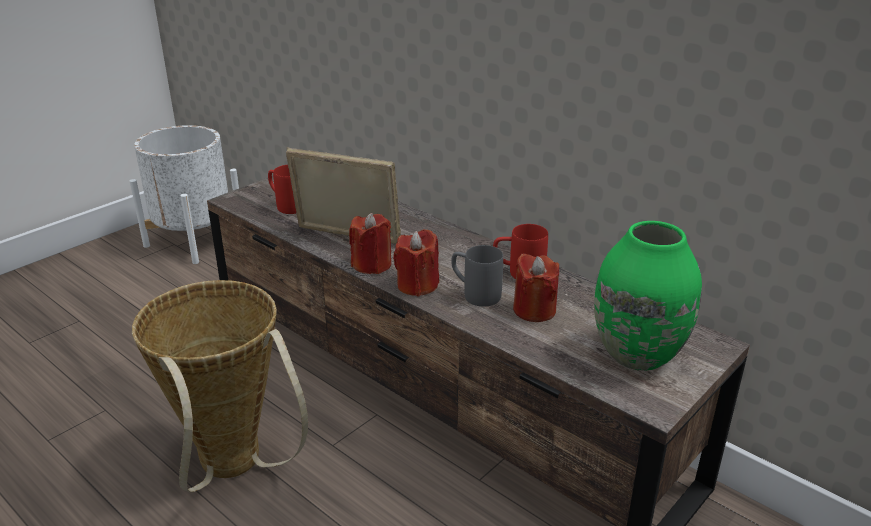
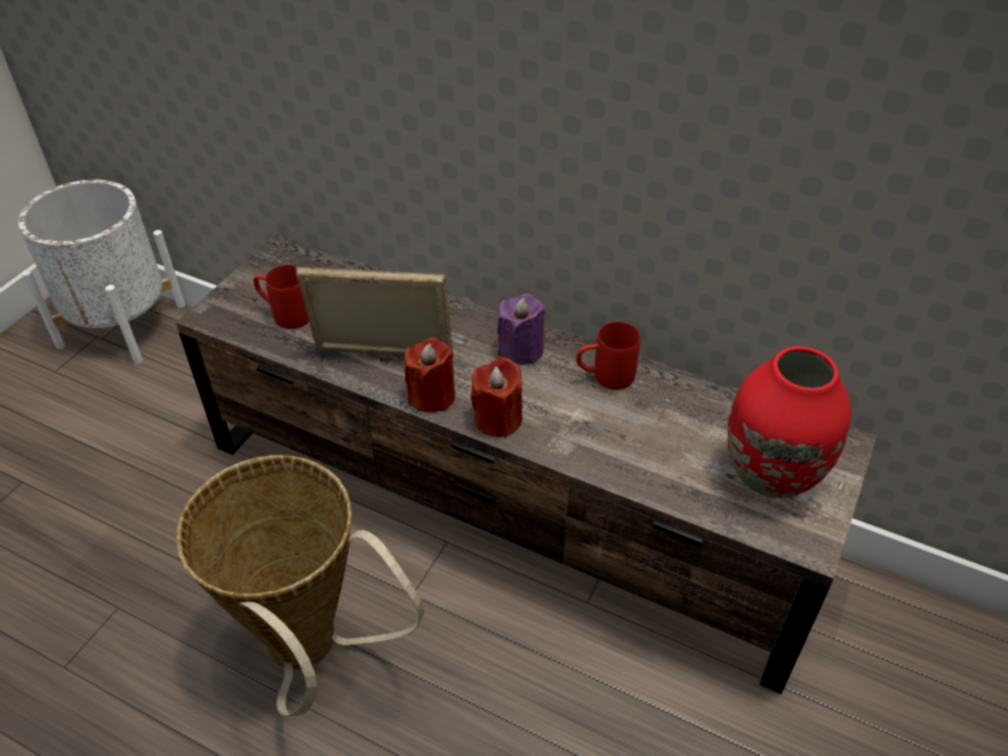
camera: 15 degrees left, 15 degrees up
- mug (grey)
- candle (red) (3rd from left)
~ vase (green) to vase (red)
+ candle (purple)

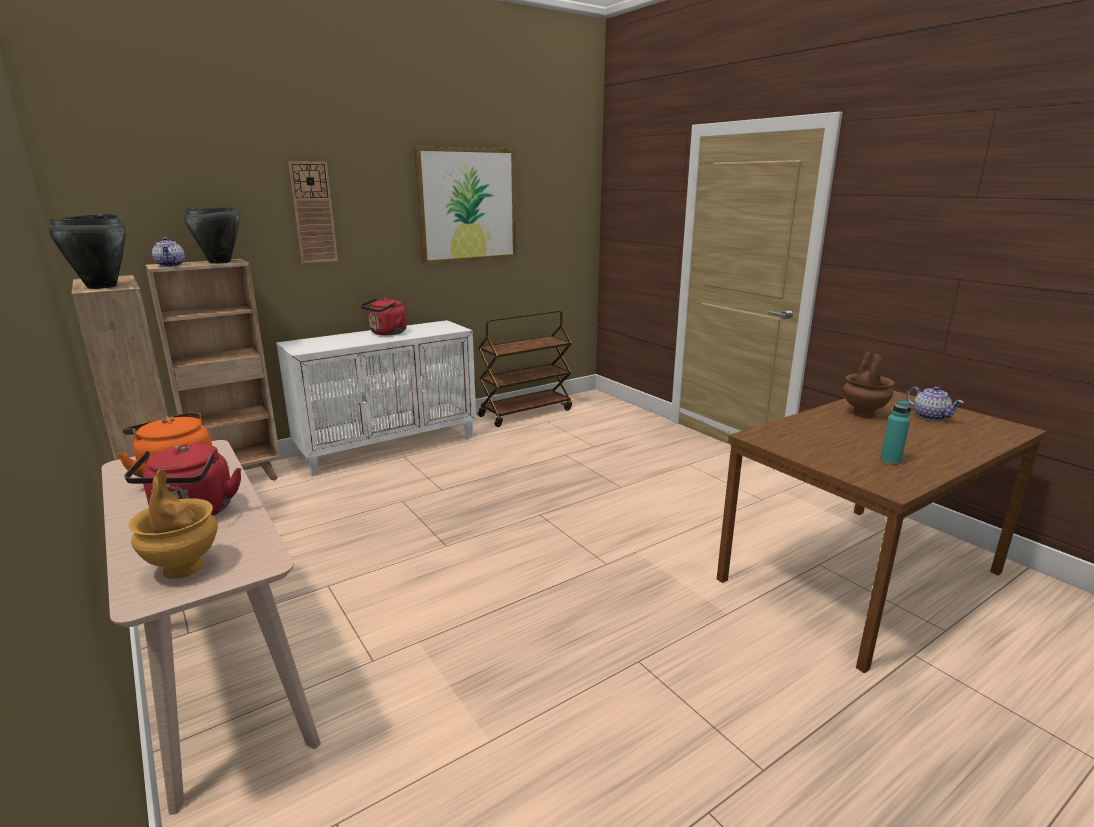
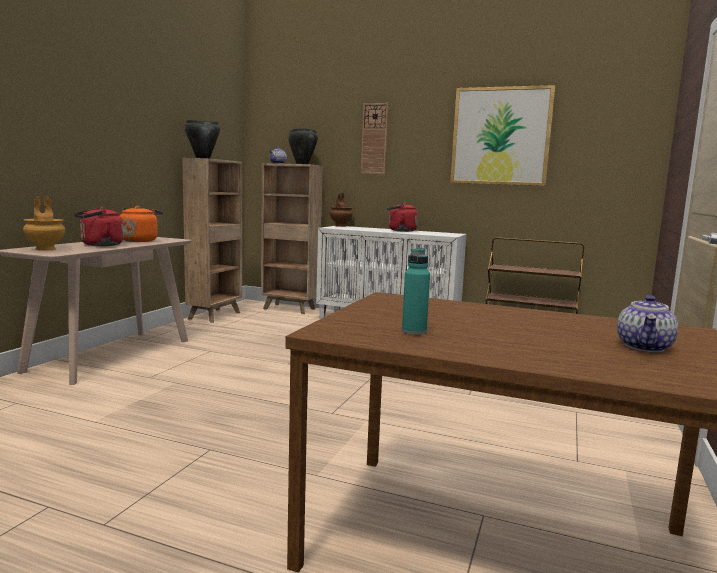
camera: 55 degrees right, 10 degrees down
~ vase (brown) (2nd from left)

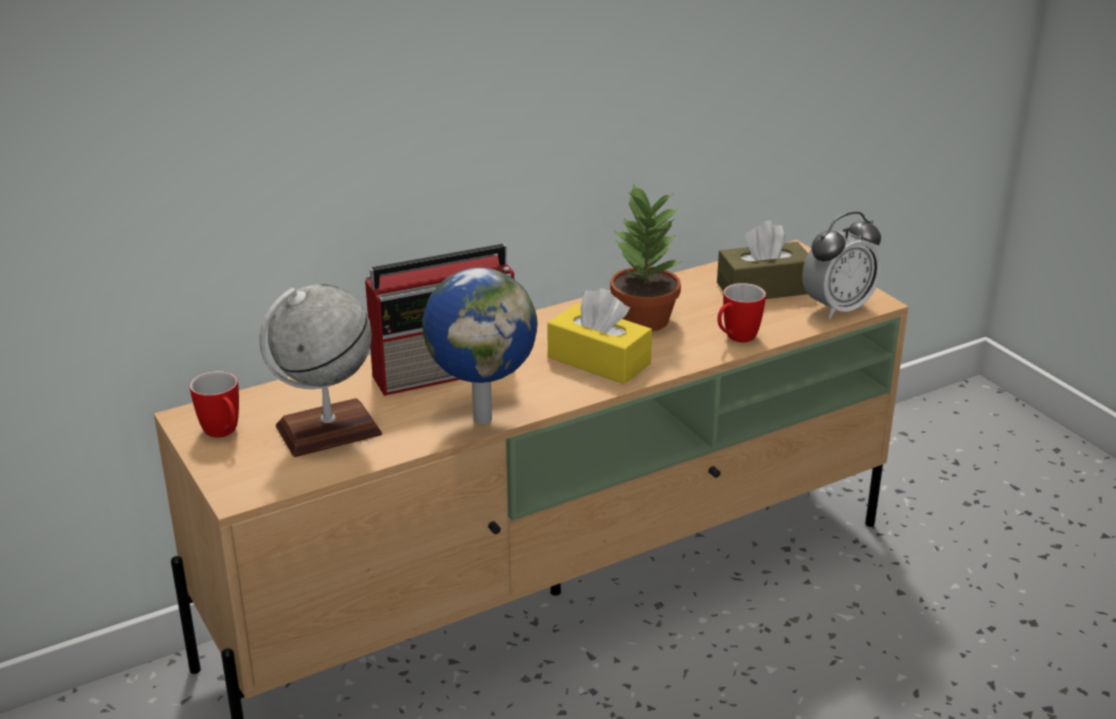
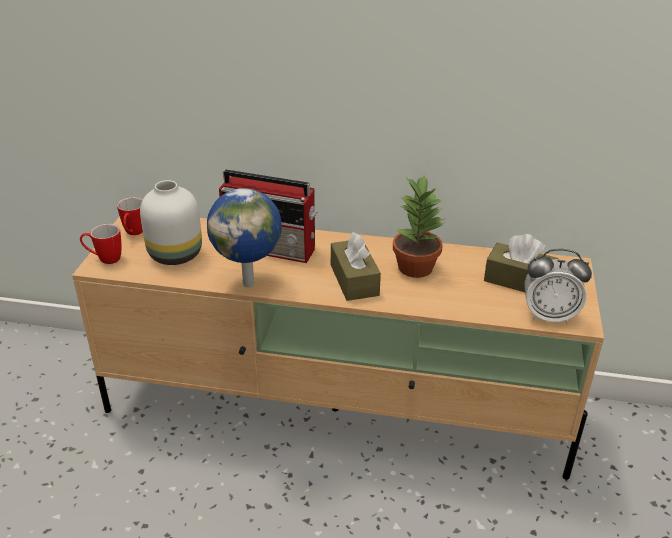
camera: 40 degrees right, 5 degrees up
~ globe (1st from left) to vase (white)
~ tissue box (yellow) to tissue box (brown) (1st from left)
~ mug (2nd from left in the first image) to mug (1st from left)

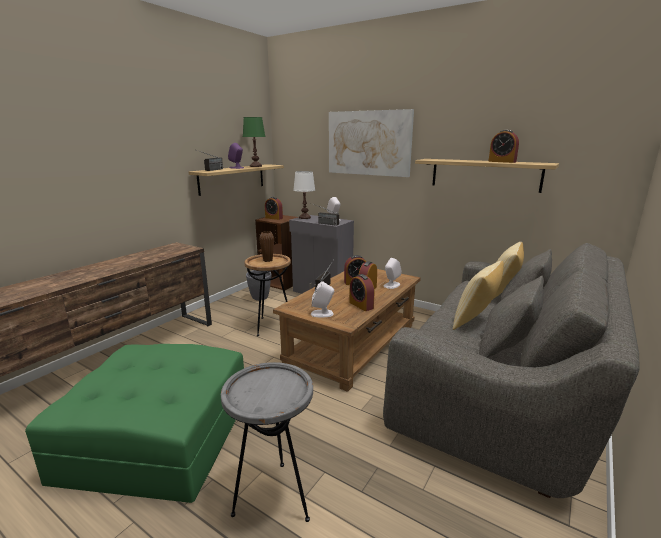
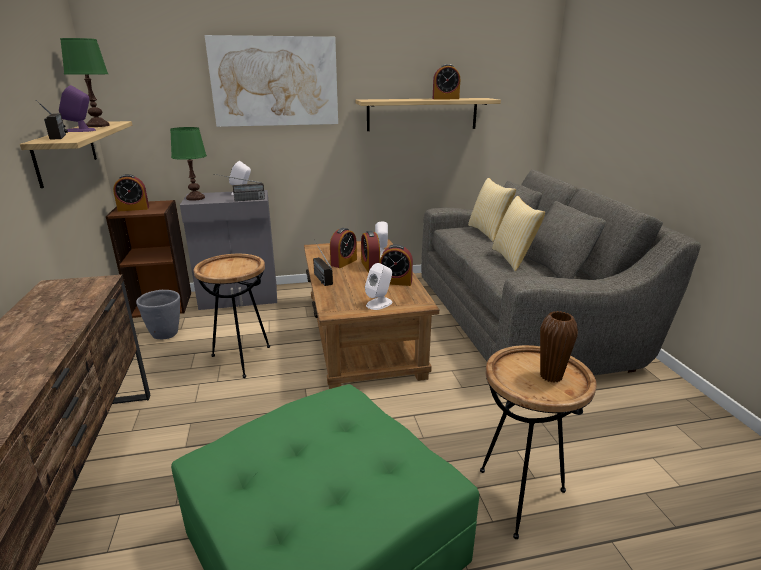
camera: 45 degrees left, 5 degrees up
~ side table (grey) to side table (brown) (2nd from left)
~ vase (brown)
~ table lamp (white) to table lamp (green) (2nd from left)

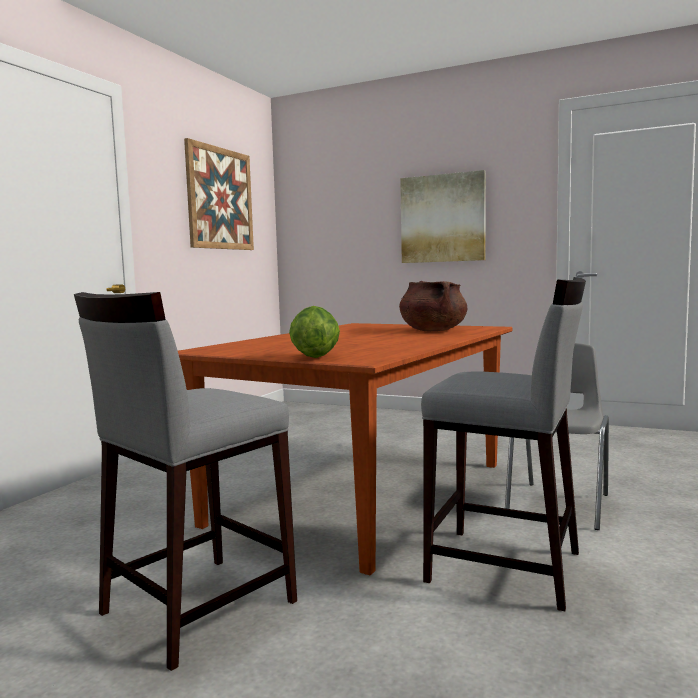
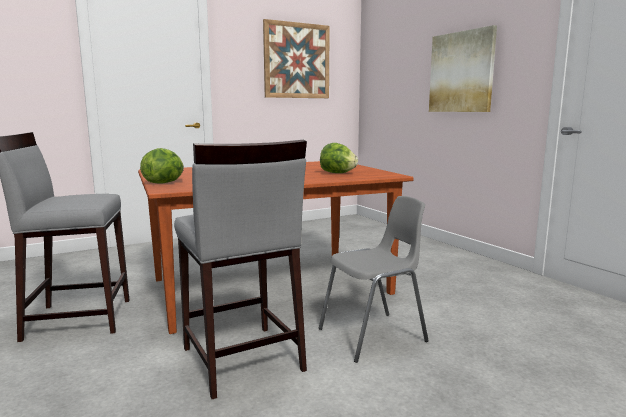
camera: 35 degrees right, 5 degrees up
~ cooking pot (brown) to lettuce (2nd from left)

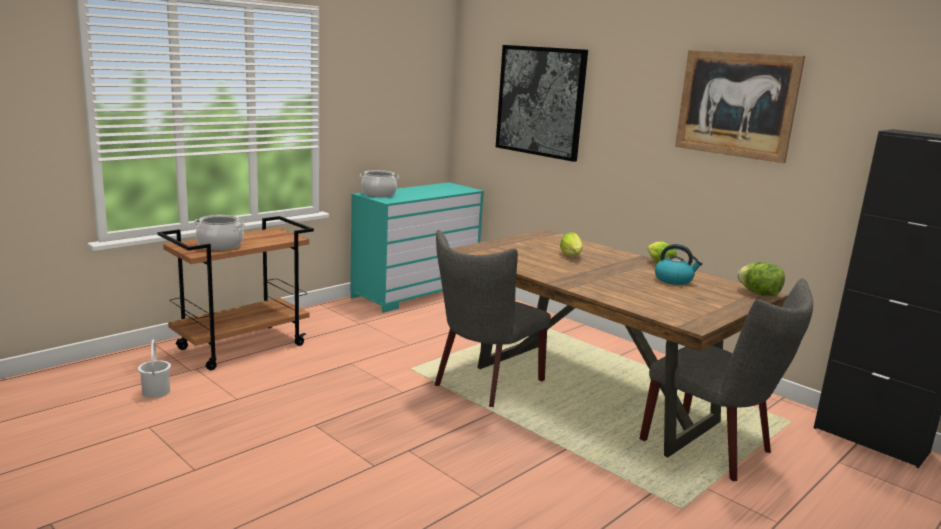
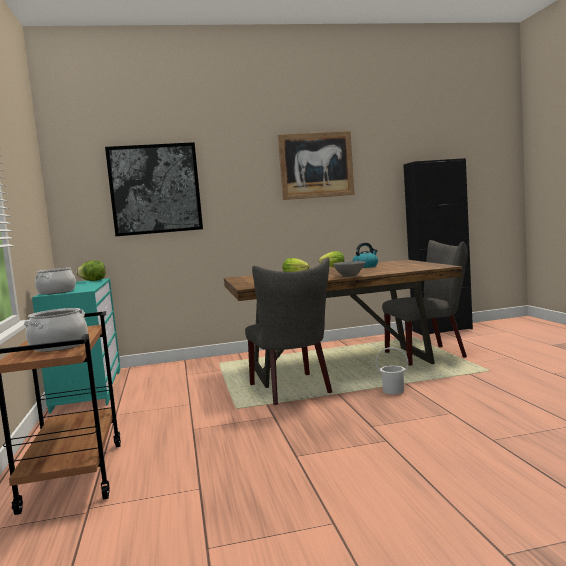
camera: 55 degrees left, 10 degrees down
~ bucket (white)
~ lettuce (3rd from left in the first image) to lettuce (1st from left)
+ bowl (grey)

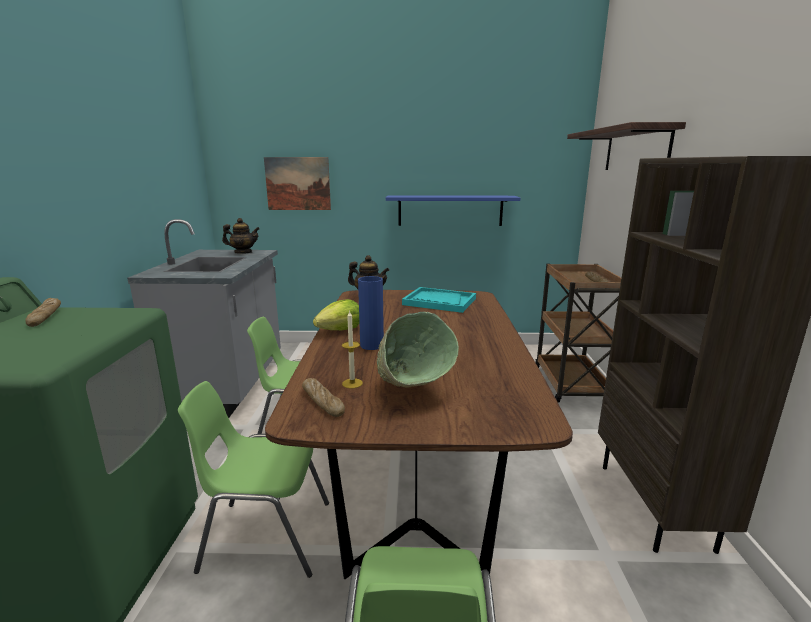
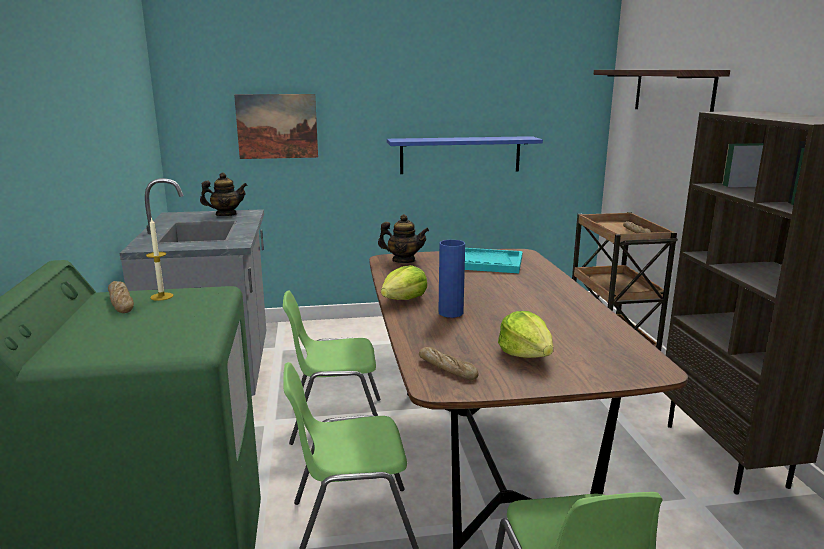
camera: 10 degrees left, 0 degrees up
~ candle
~ bowl (green) to lettuce (2nd from left)

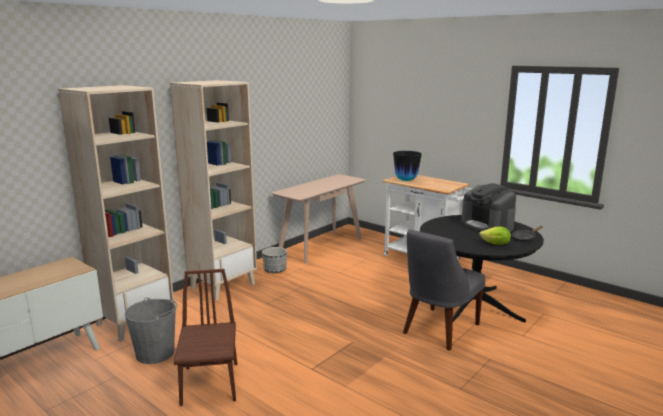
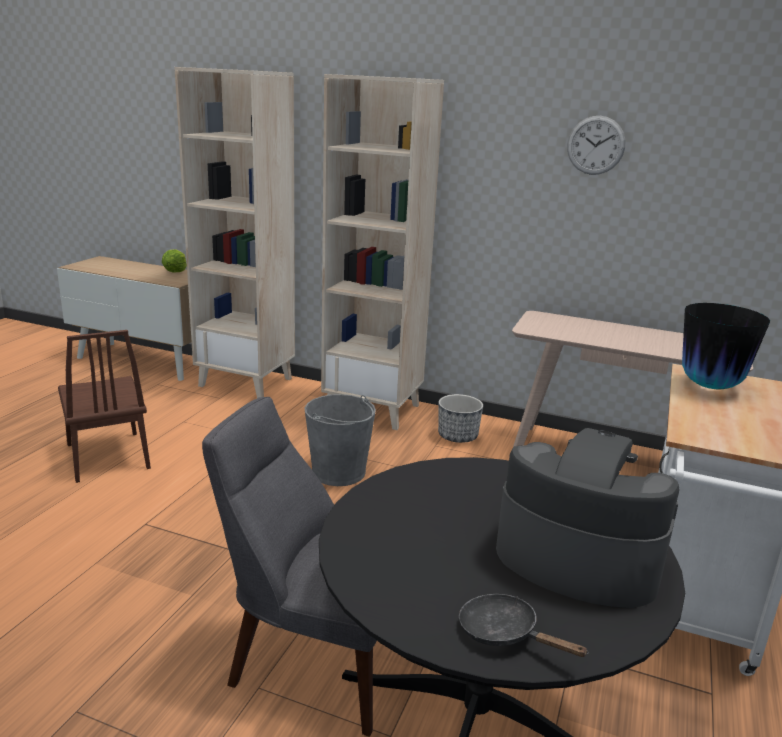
camera: 70 degrees right, 5 degrees up
~ bucket (grey)
~ chair (brown) 90 degrees clockwise
~ coffee machine 75 degrees clockwise
~ lettuce
+ wall clock

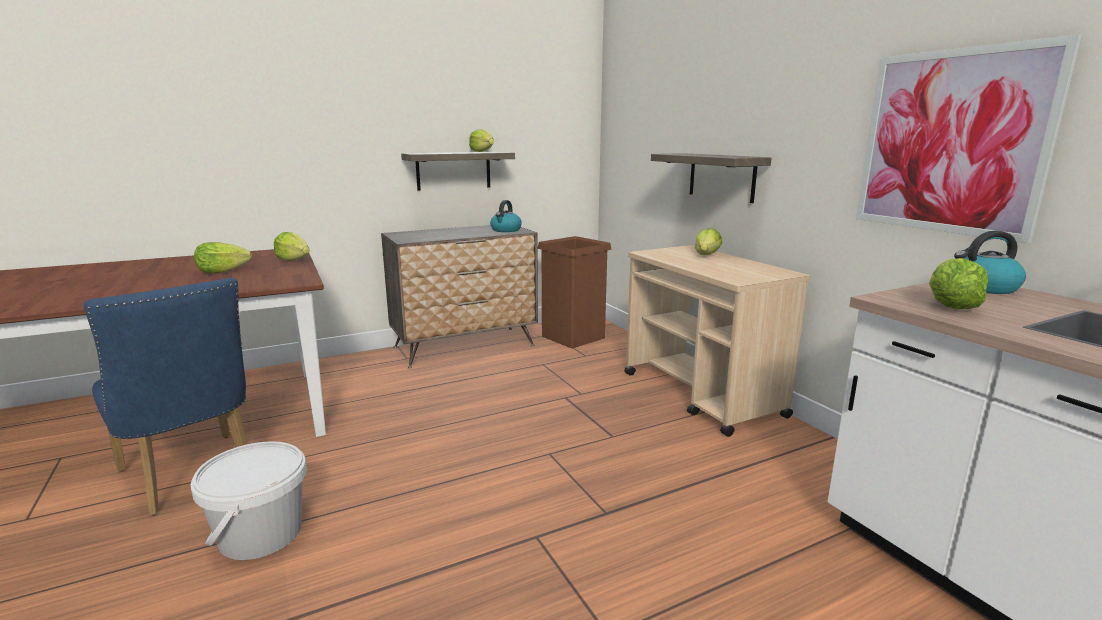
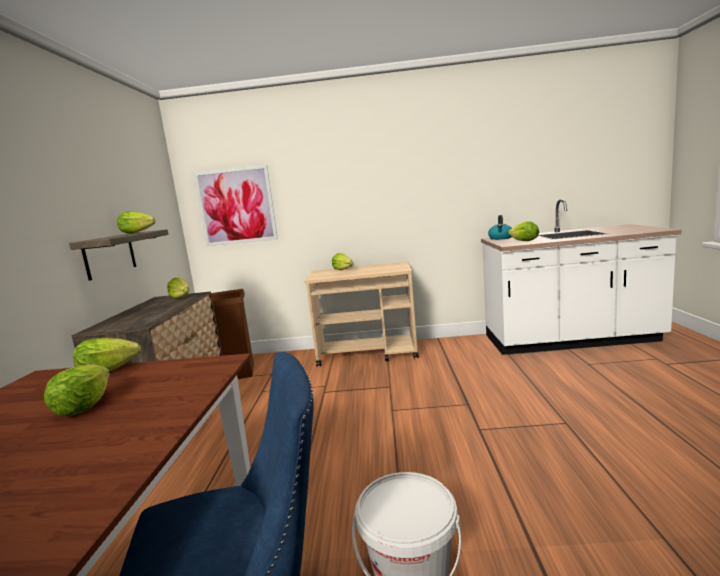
camera: 60 degrees left, 5 degrees down
~ kettle (1st from left) to lettuce (4th from left)
- shelf (2nd from left)
~ picture

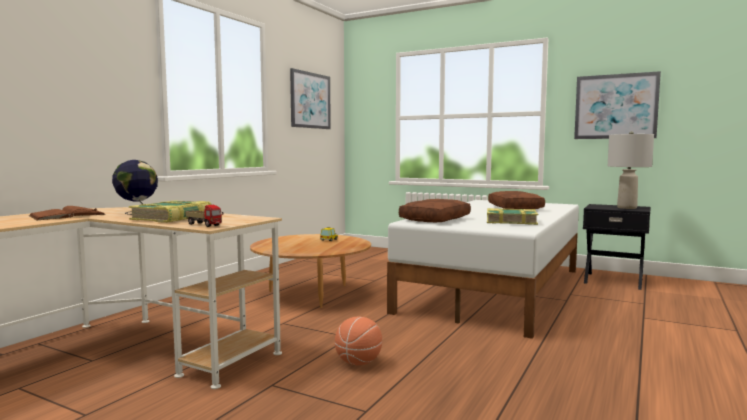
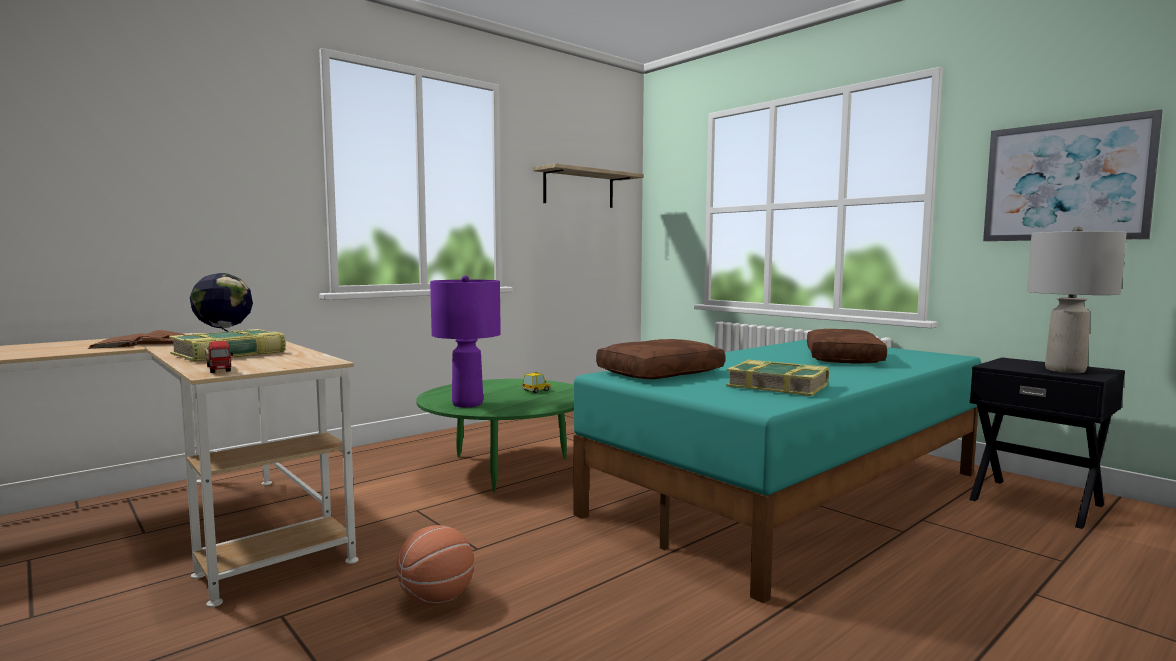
camera: 20 degrees right, 0 degrees up
~ coffee table (brown) to coffee table (green)
~ picture (1st from left) to shelf
~ bed (white) to bed (turquoise)
+ table lamp (purple)

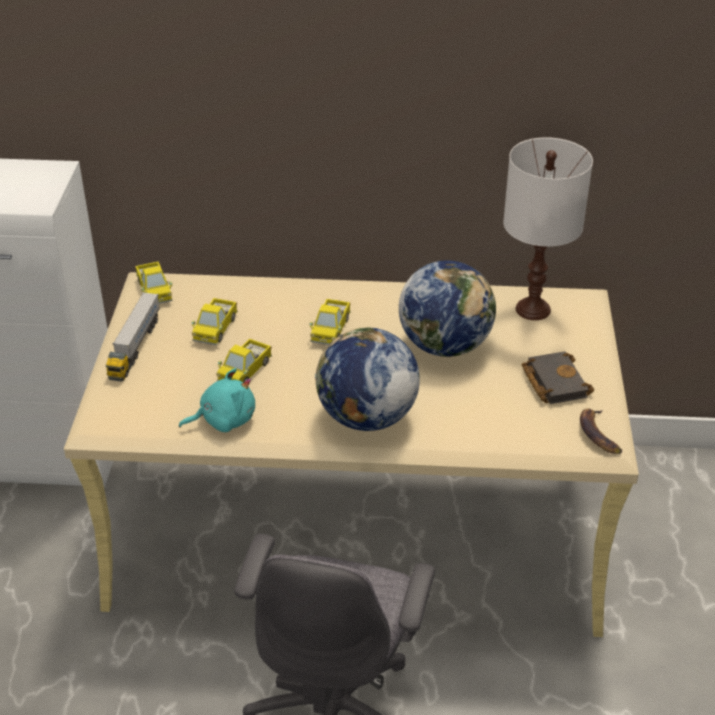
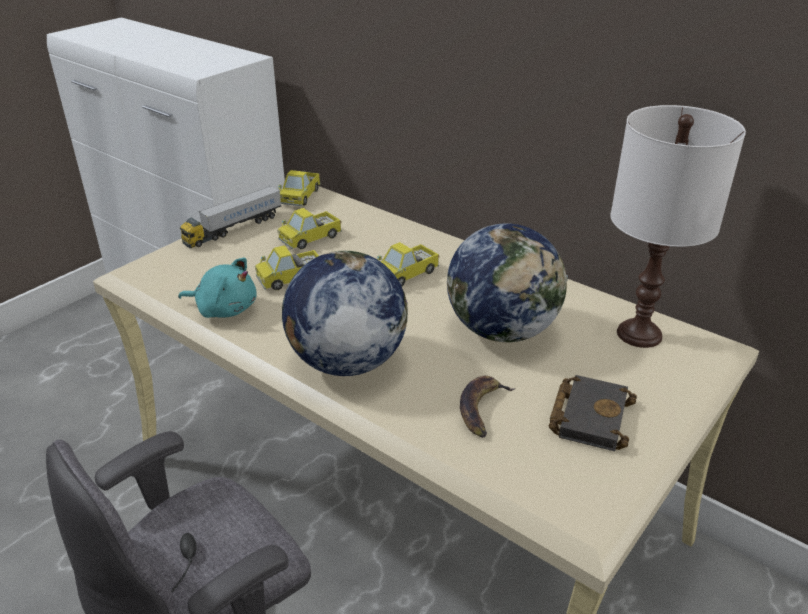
camera: 35 degrees right, 5 degrees down
~ banana

